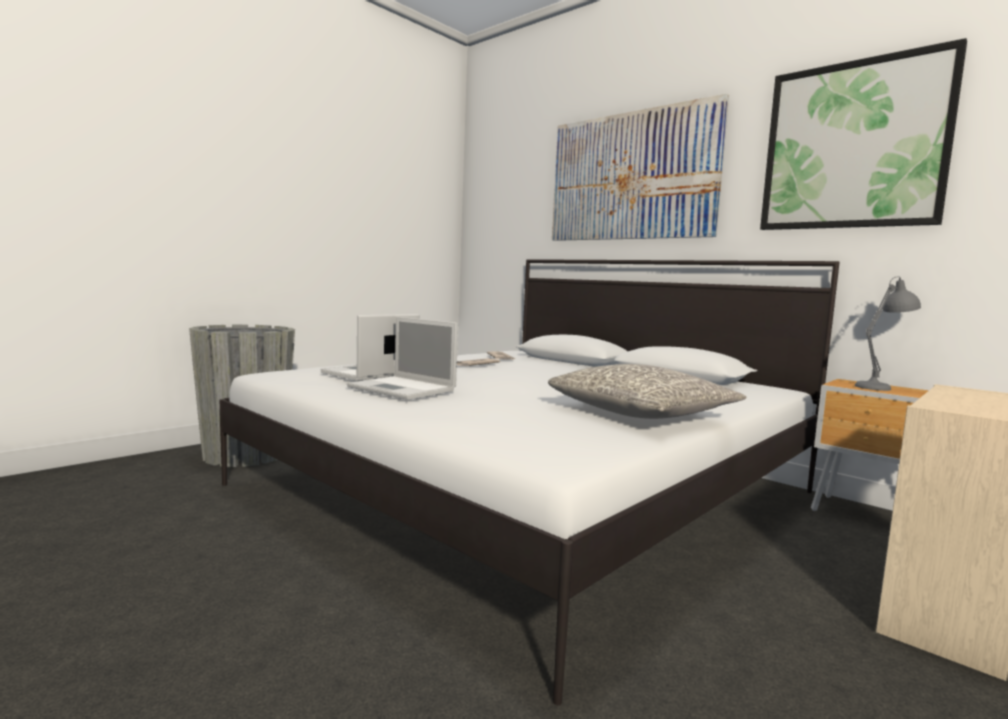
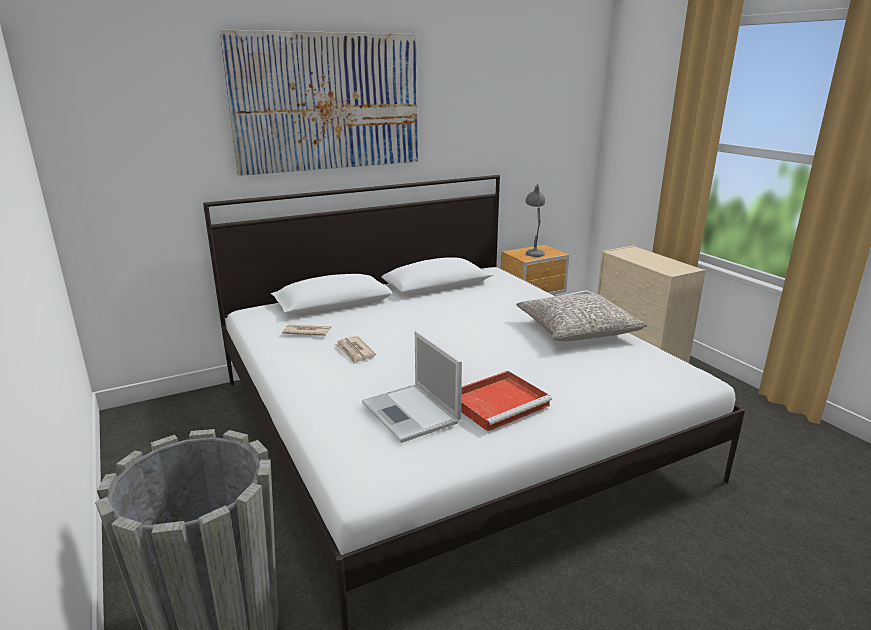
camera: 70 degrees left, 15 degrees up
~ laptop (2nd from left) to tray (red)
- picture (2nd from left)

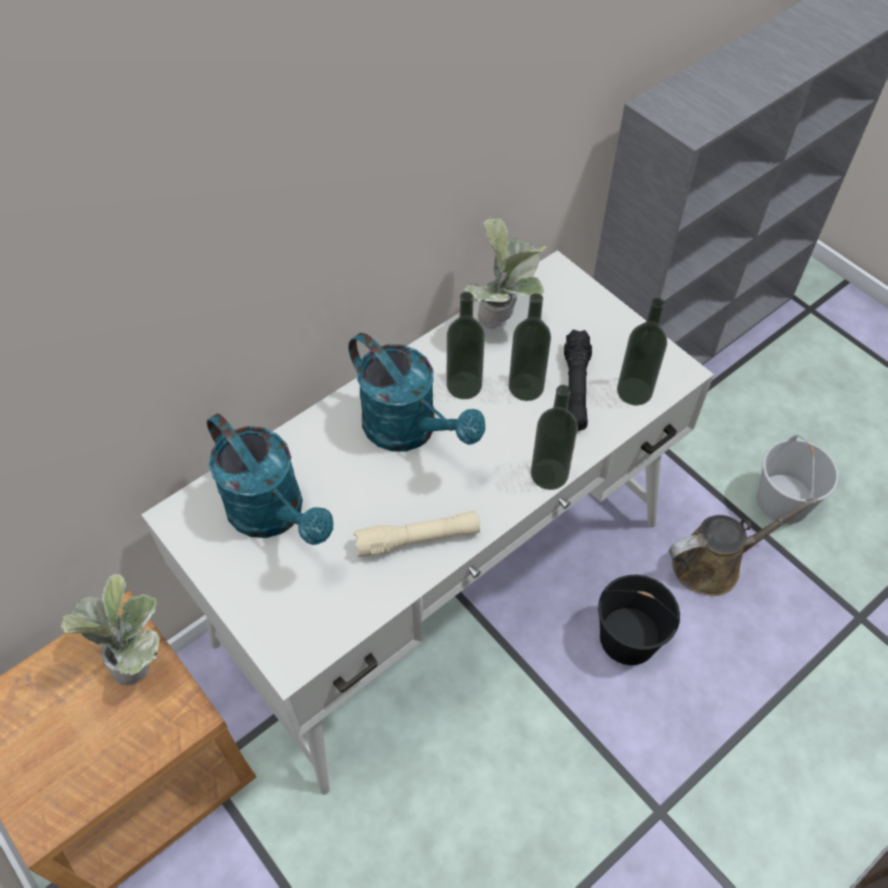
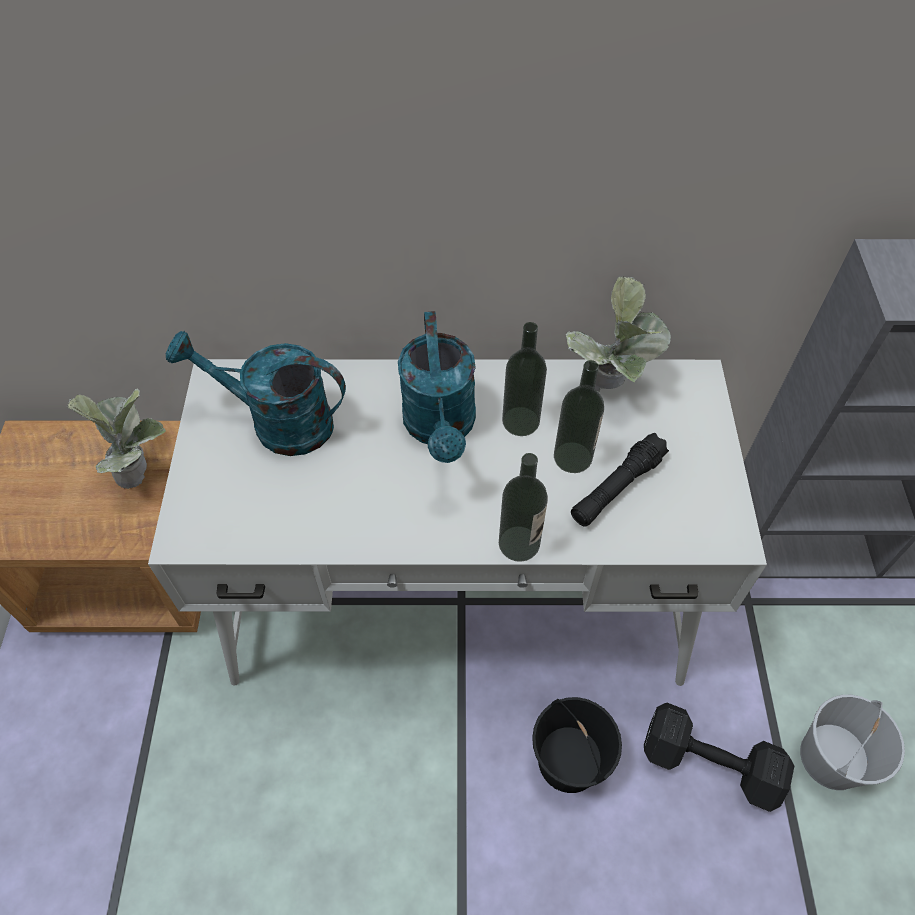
camera: 40 degrees right, 0 degrees up
~ watering can (turquoise) (1st from left) 105 degrees clockwise
- flashlight (beige)
- bottle (4th from left)
~ watering can (brown) to dumbbell (black)

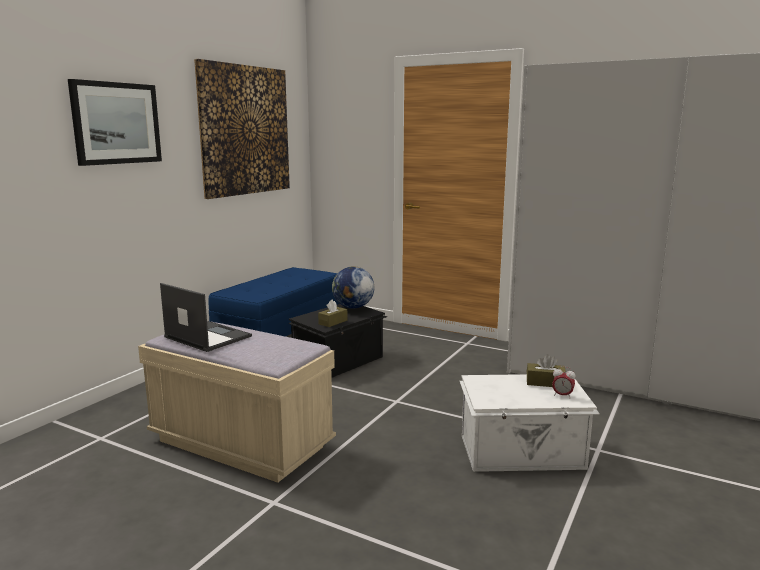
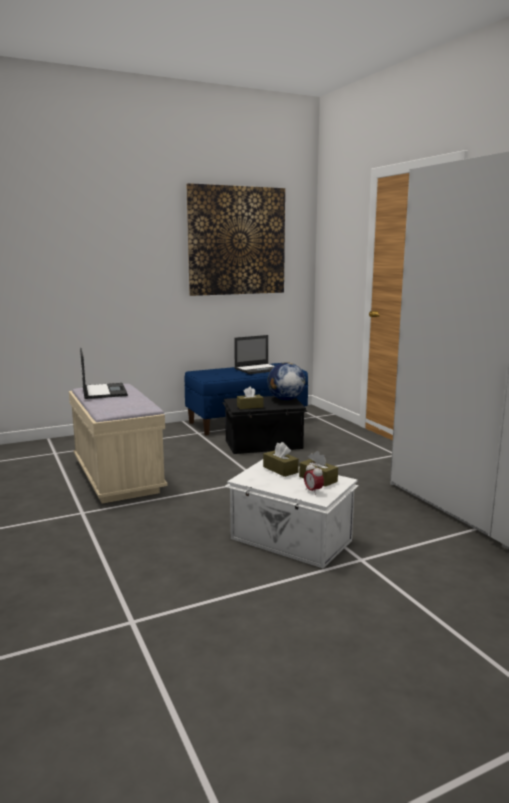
camera: 35 degrees right, 0 degrees up
- picture (1st from left)
+ laptop (2nd from left)
+ tissue box (brown) (2nd from left)

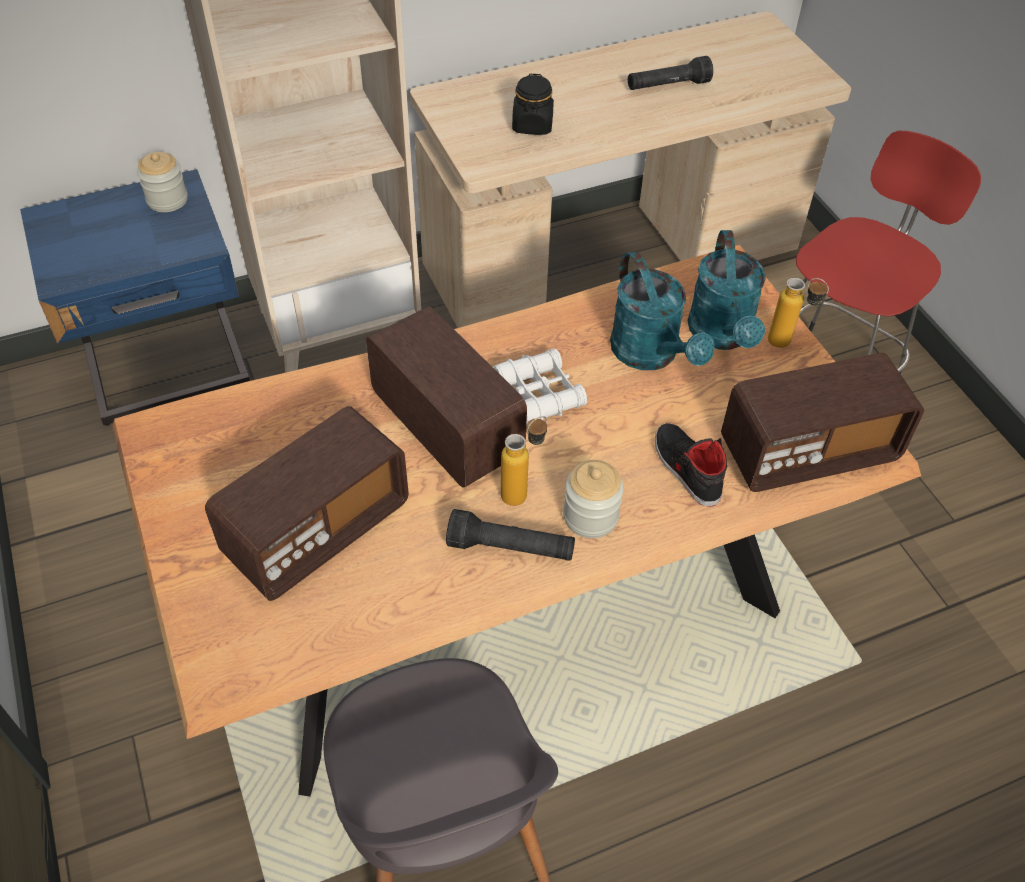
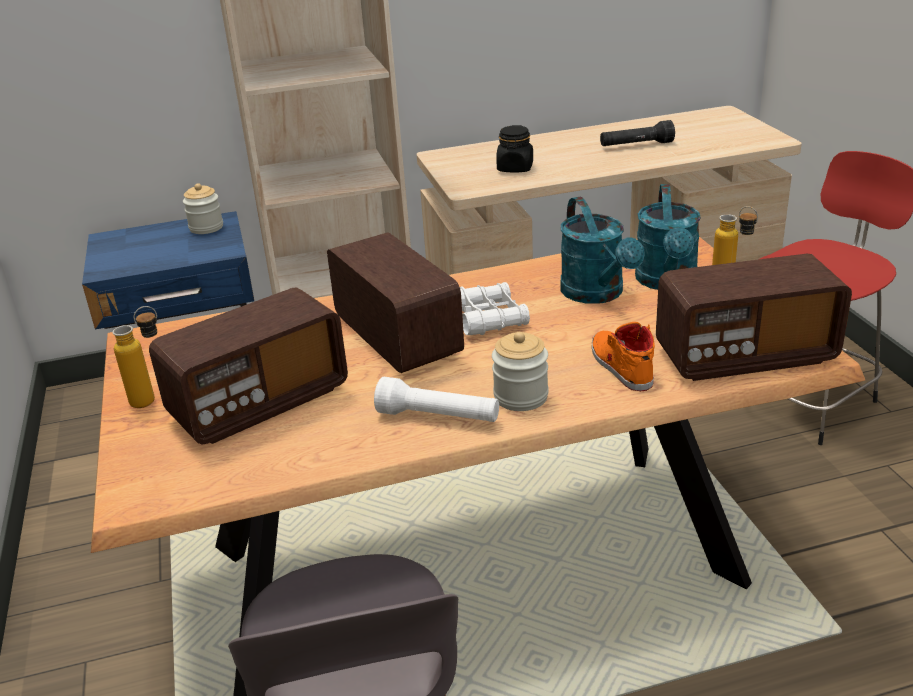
camera: 10 degrees right, 20 degrees down
~ flashlight (black) (1st from left) to flashlight (white)
~ bottle (1st from left)
~ shoe (black) to shoe (orange)

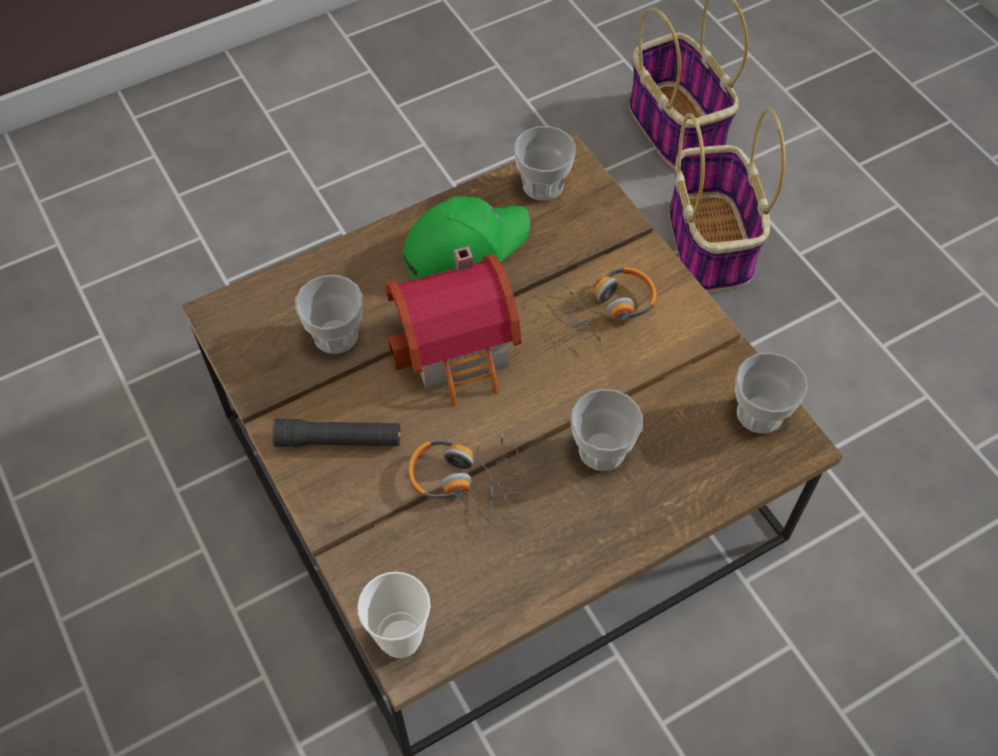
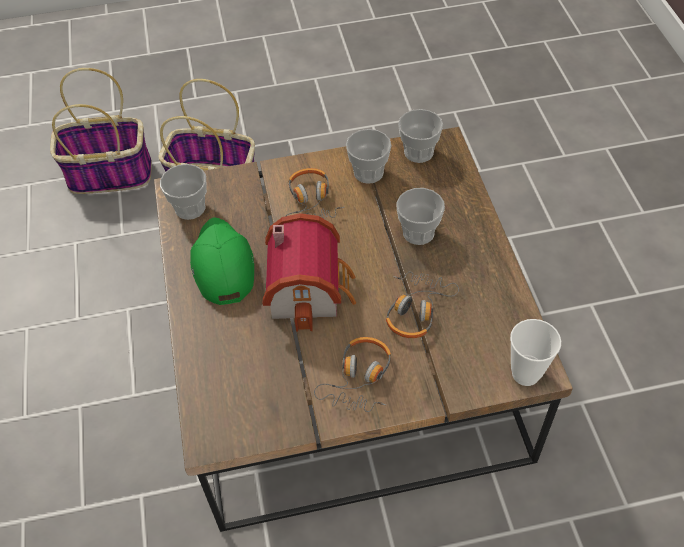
camera: 70 degrees left, 5 degrees down
~ flashlight (black) to headphones (2nd from left)
~ cup (1st from left in the first image) to cup (2nd from left)

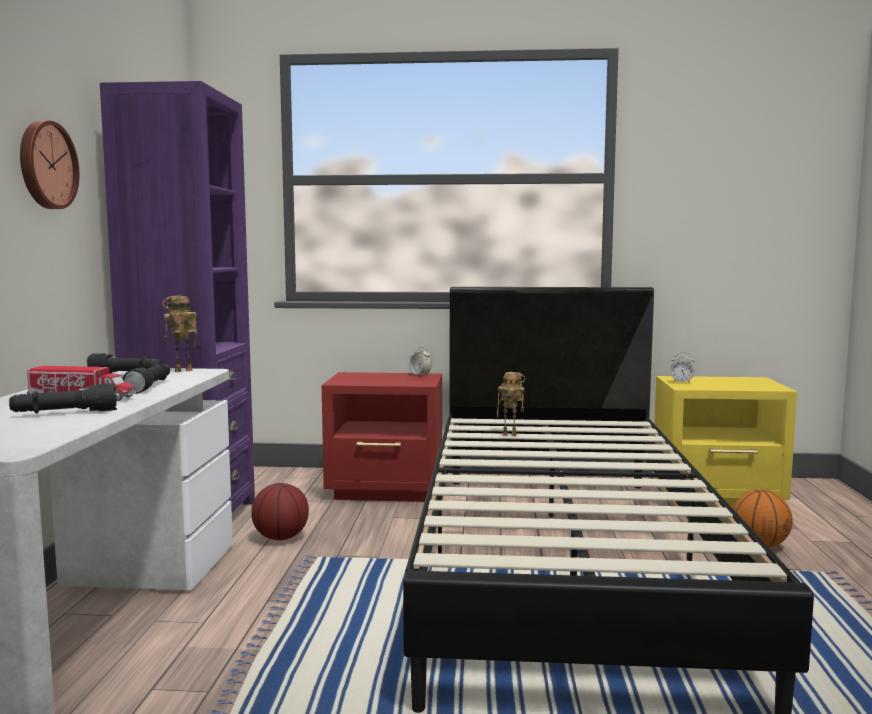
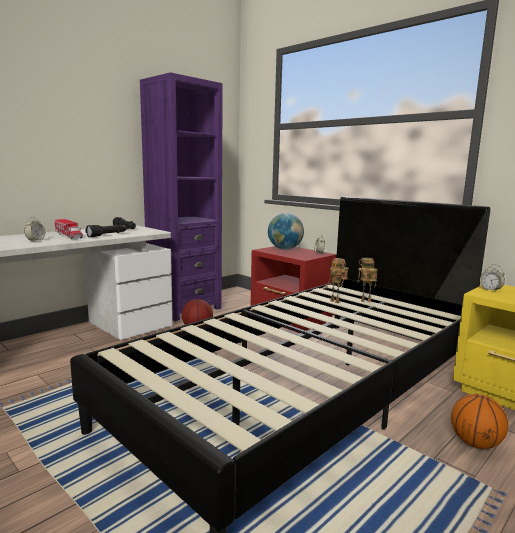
camera: 40 degrees right, 5 degrees up
~ flashlight (black) (1st from left) to alarm clock (1st from left)
- wall clock
~ toy robot (1st from left in the first image) to toy robot (2nd from left)
+ globe

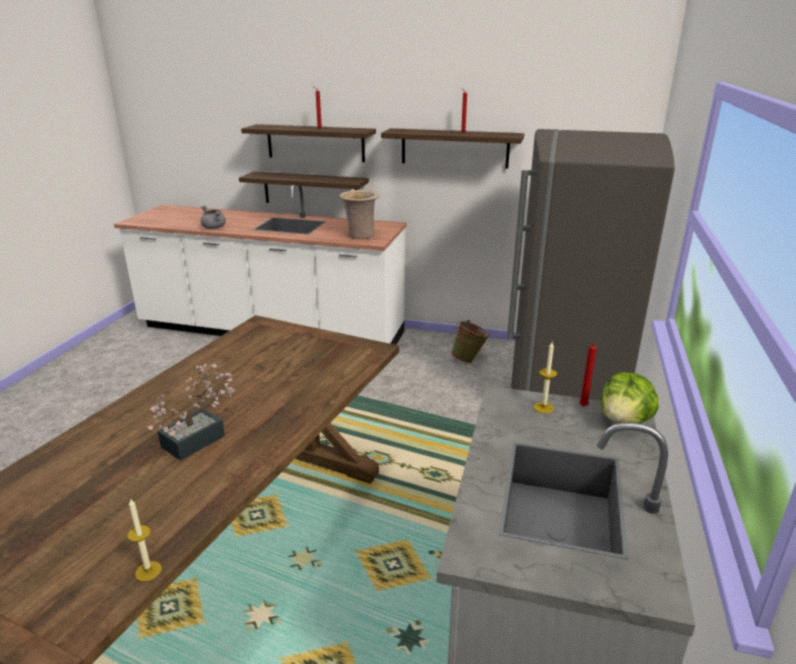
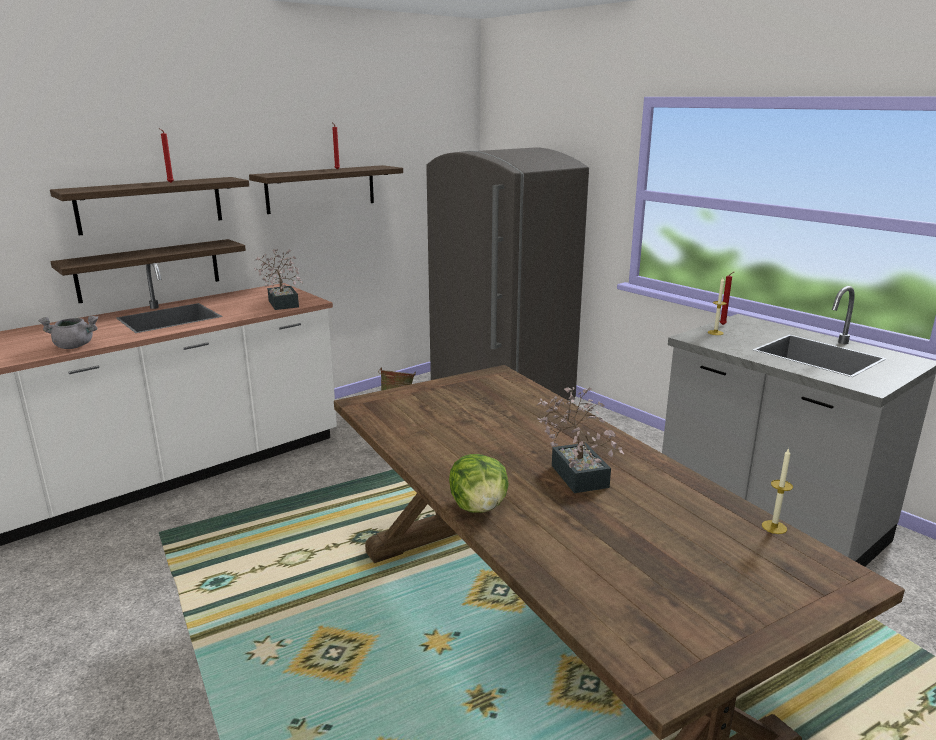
camera: 55 degrees left, 5 degrees down
~ vase (beige) to potted plant (1st from left)
~ lettuce

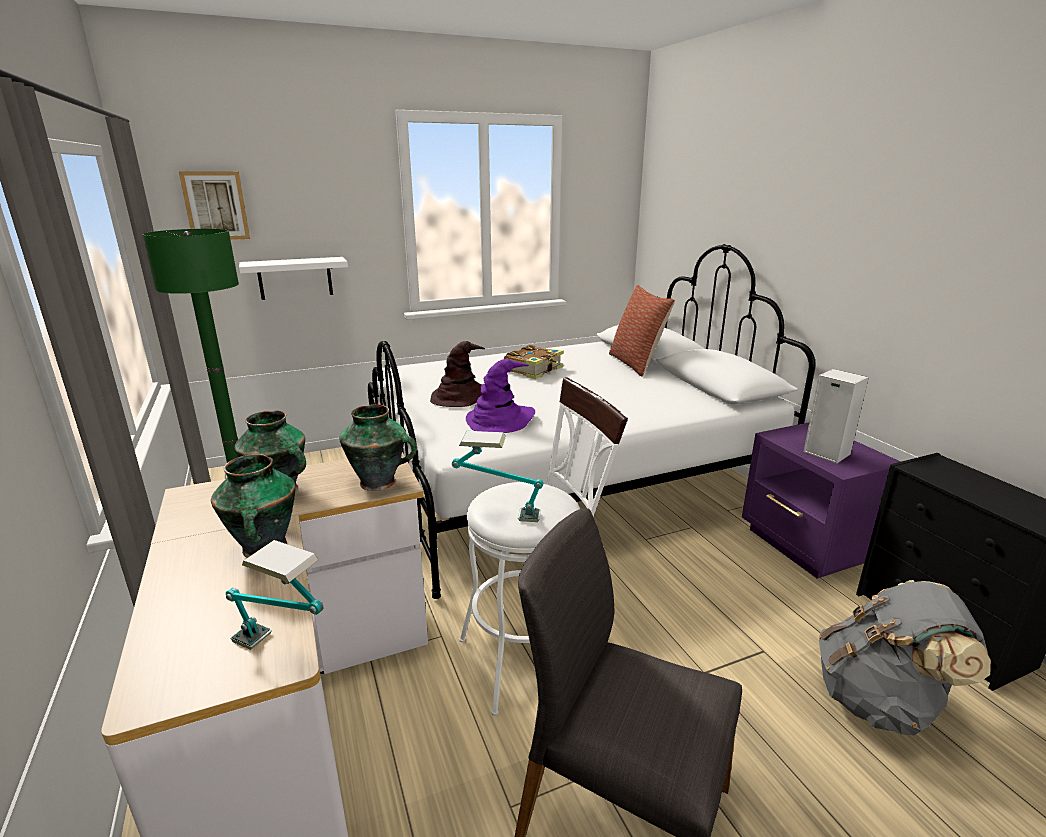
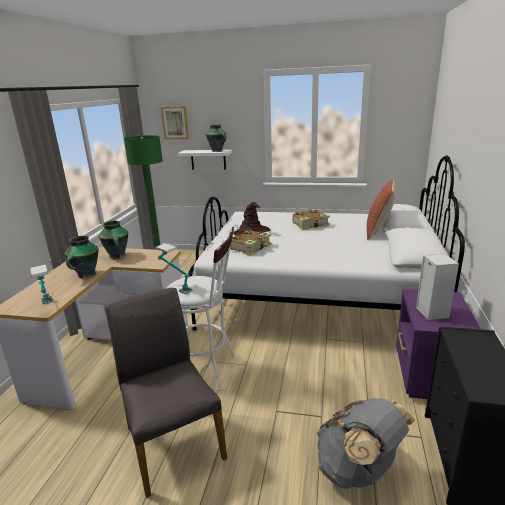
camera: 35 degrees right, 0 degrees up
~ vase (3rd from left)
~ hat (purple) to book (1st from left)

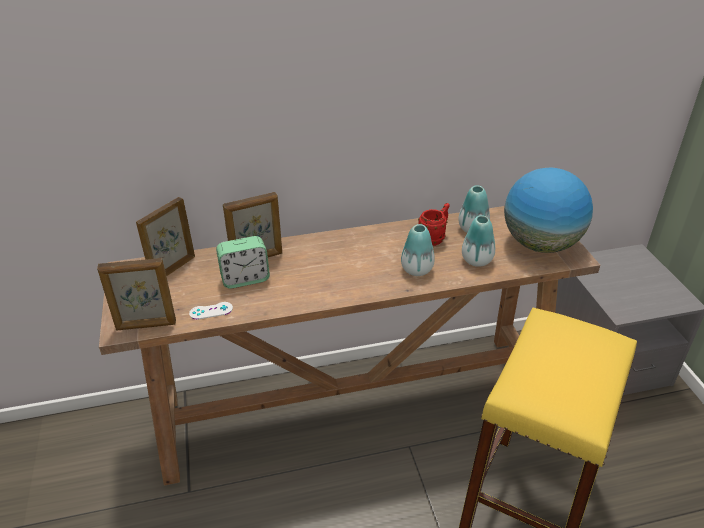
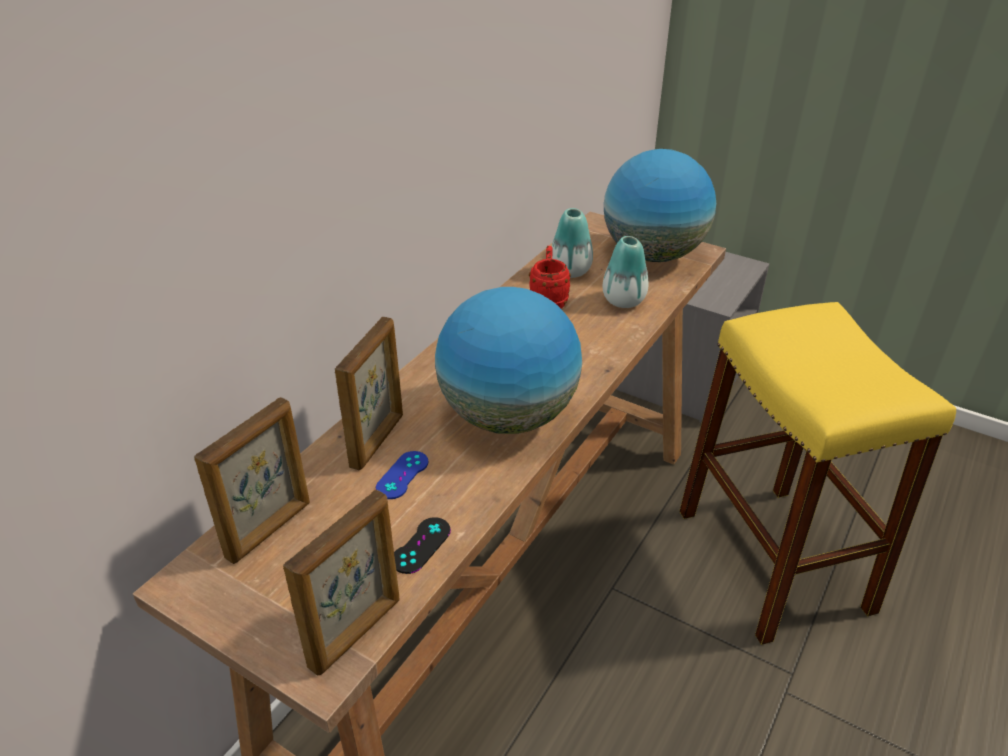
camera: 45 degrees left, 0 degrees up
~ picture frame (2nd from left in the first image) 135 degrees counterclockwise
~ game controller (white) to game controller (black)
~ alarm clock to game controller (blue)
- vase (1st from left)
+ globe (1st from left)

